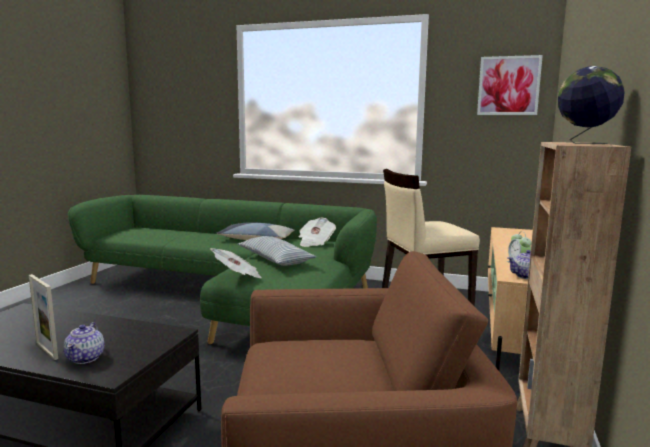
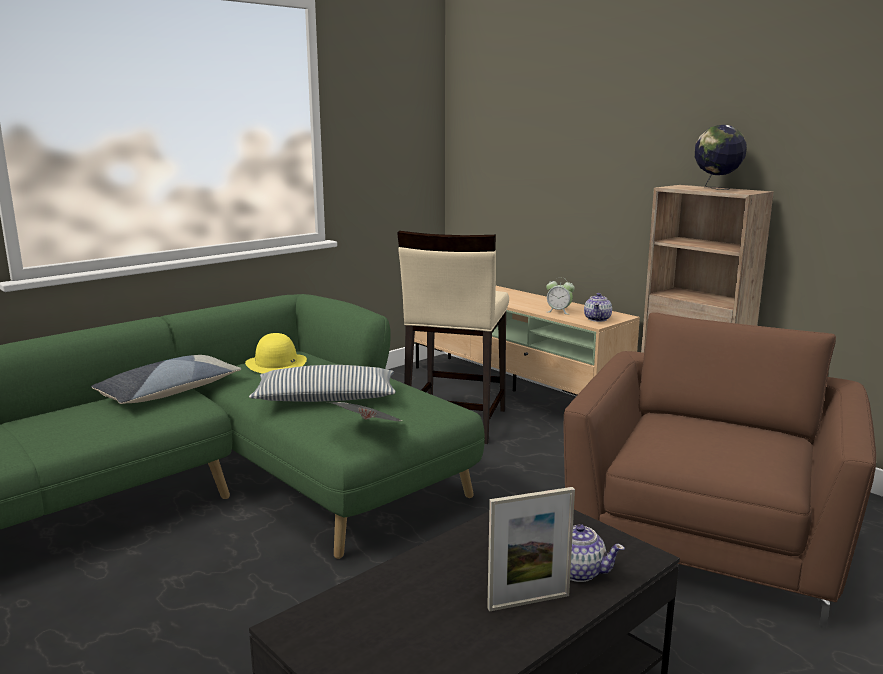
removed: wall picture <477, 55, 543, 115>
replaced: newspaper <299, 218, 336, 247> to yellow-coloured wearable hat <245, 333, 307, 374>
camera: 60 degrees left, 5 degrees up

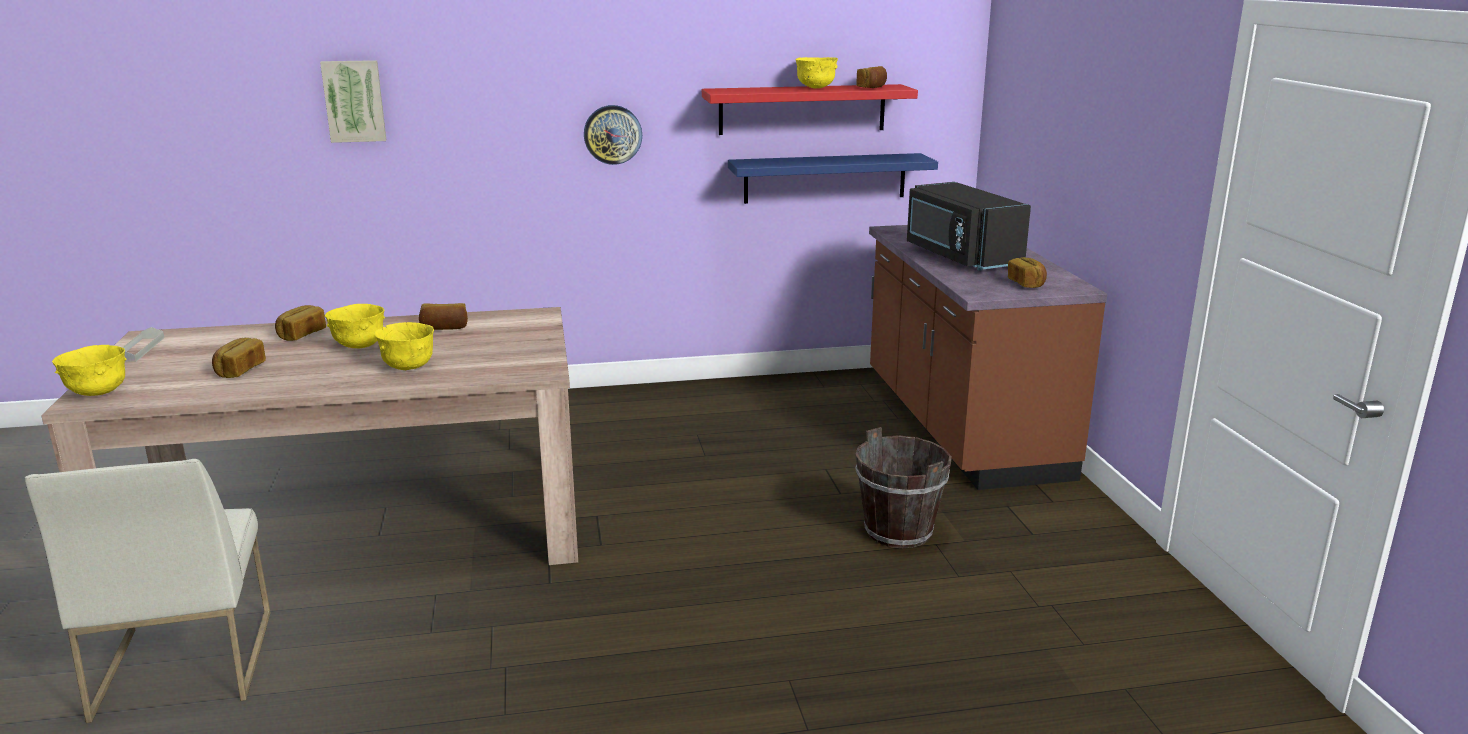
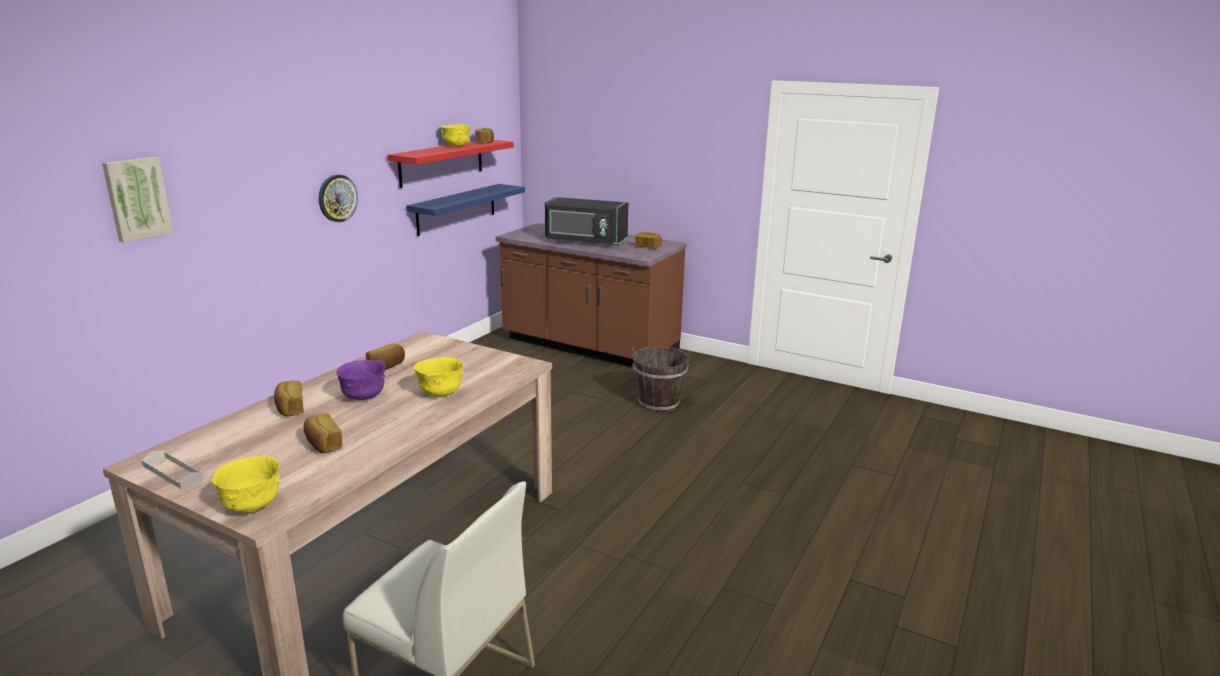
recoloured: yellow-coloured bowl <325, 304, 385, 349> to purplish bowl <336, 360, 386, 400>
camera: 50 degrees left, 0 degrees up

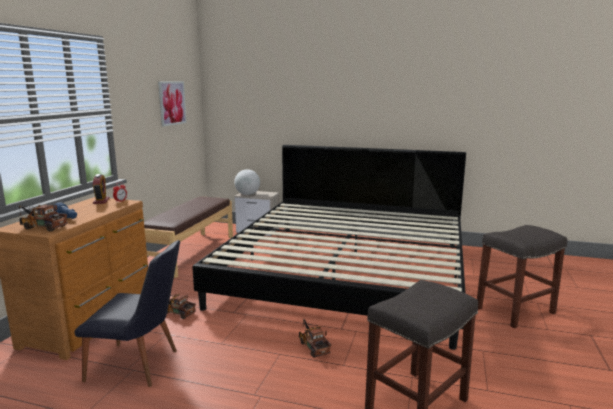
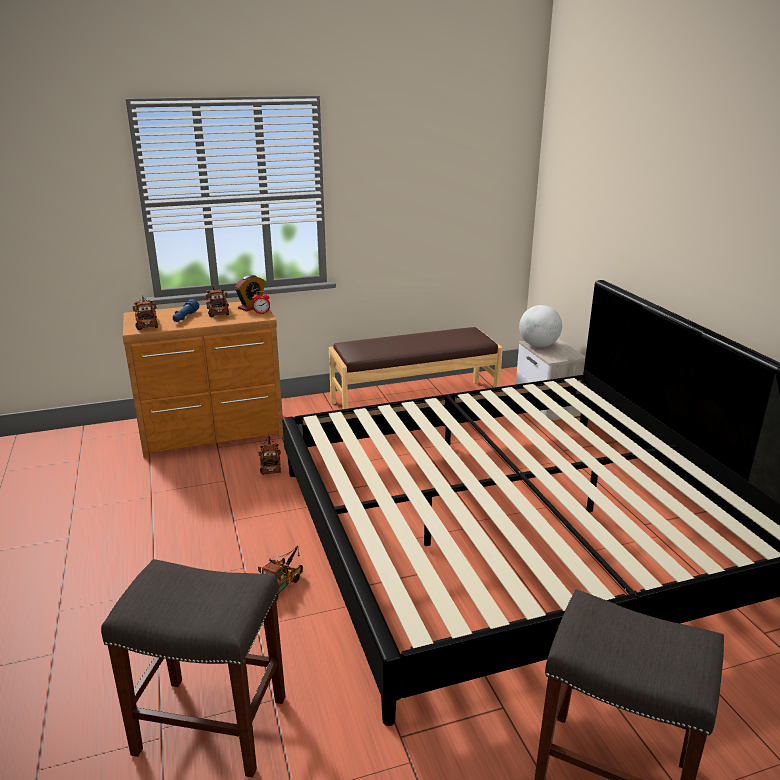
removed: blackish plain chair <75, 240, 180, 387>; wall picture <158, 82, 187, 126>
added: toy truck <206, 284, 229, 317>
camera: 55 degrees right, 10 degrees up

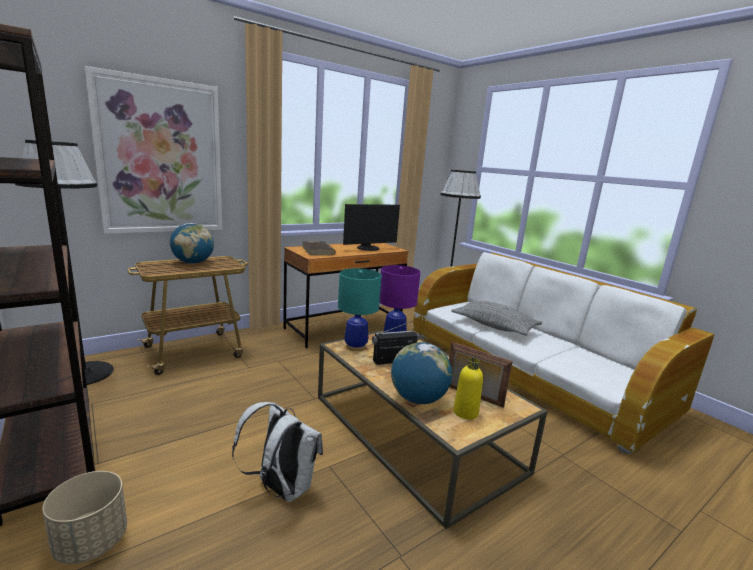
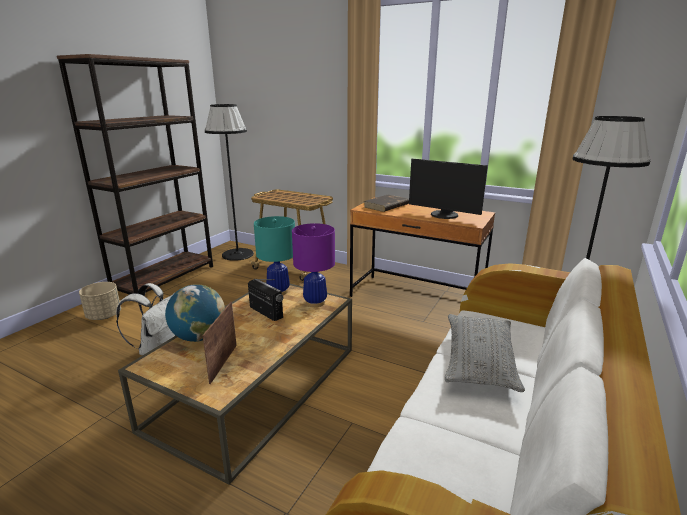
removed: wall picture <84, 66, 222, 234>; world globe <170, 223, 214, 264>; yellow-coloured beverage bottle <453, 358, 483, 420>
camera: 65 degrees right, 5 degrees up

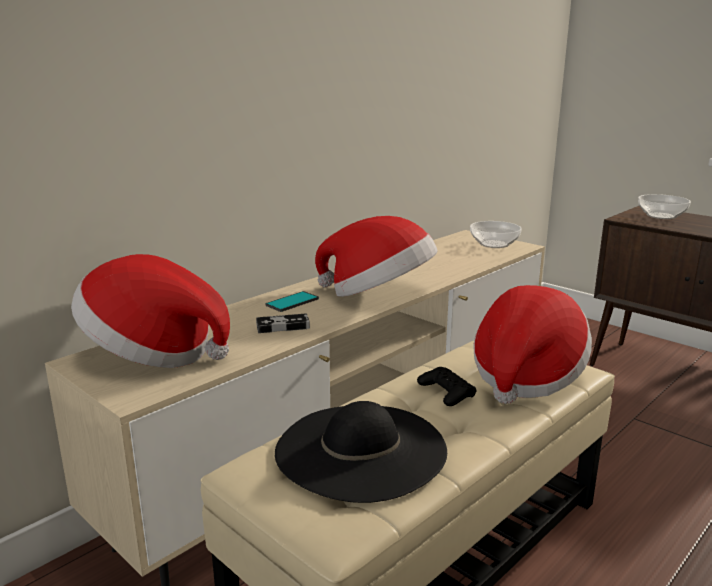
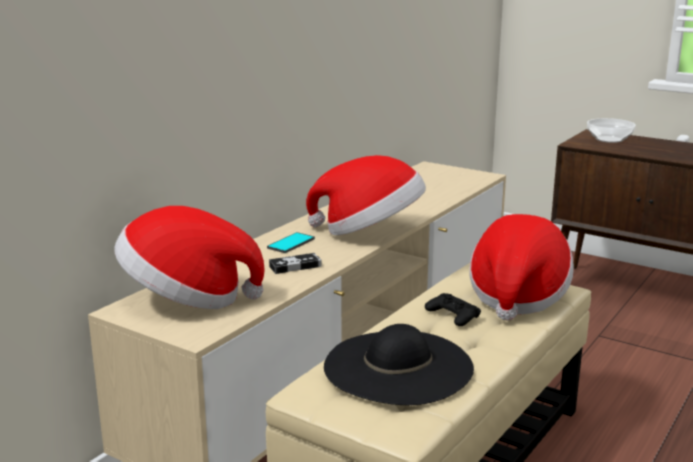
removed: bowl <470, 221, 522, 248>
camera: 10 degrees left, 0 degrees up

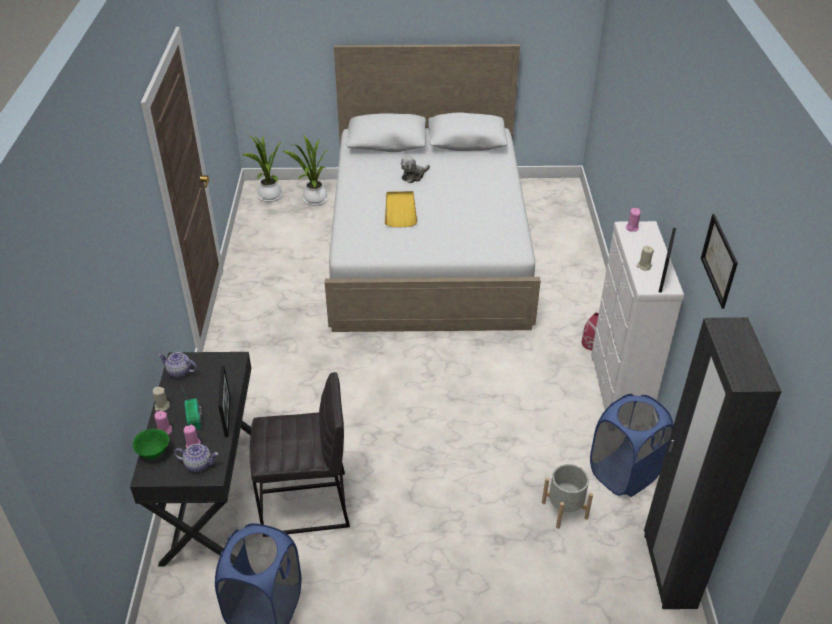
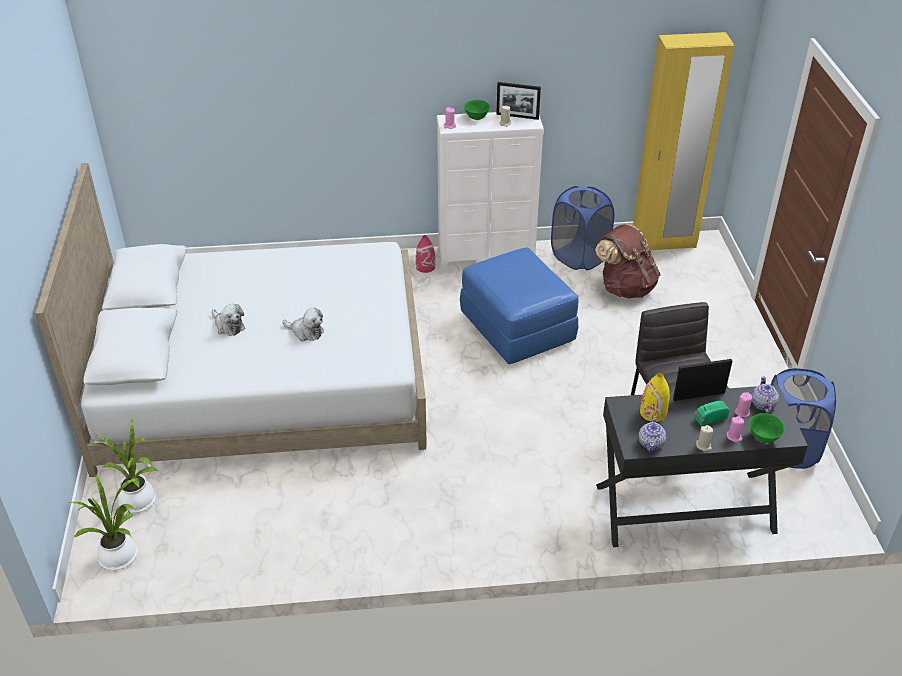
removed: wall picture <701, 214, 738, 309>
added: bluish pouffe <460, 247, 578, 364>; green-coloured bowl <464, 100, 490, 120>; yellow-coloured decorative vase <640, 373, 670, 422>
replaced: yellow-coloured tray <385, 191, 417, 227> to soft toy <282, 308, 324, 342>; greyish plant pot <542, 464, 593, 529> to brown-coloured knapsack <595, 223, 660, 298>
recoloured: blackish clothes cupboard <644, 317, 782, 609> to yellow-coloured clothes cupboard <633, 32, 734, 250>
camera: 95 degrees left, 0 degrees up

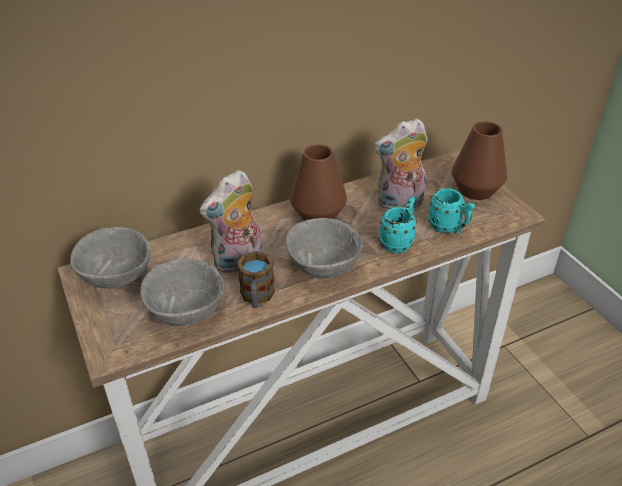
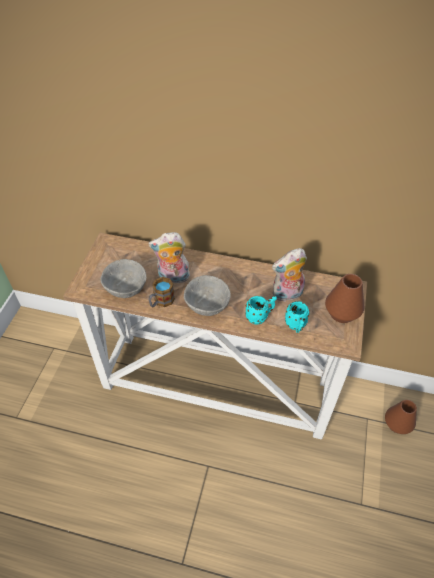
removed: greyish bowl <70, 227, 151, 289>
moved: brown-coloured decorative vase <290, 144, 347, 221> to <385, 400, 417, 434>
turned: soft toy <374, 118, 428, 210> = <272, 248, 307, 302> 45 degrees counterclockwise
camera: 40 degrees right, 10 degrees up

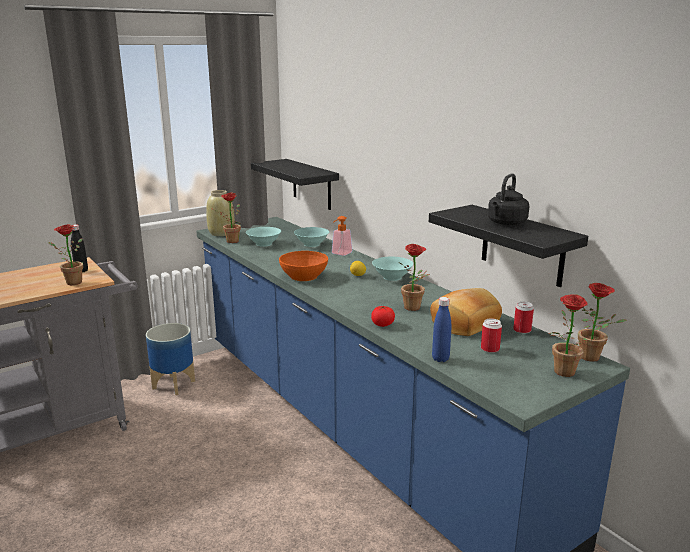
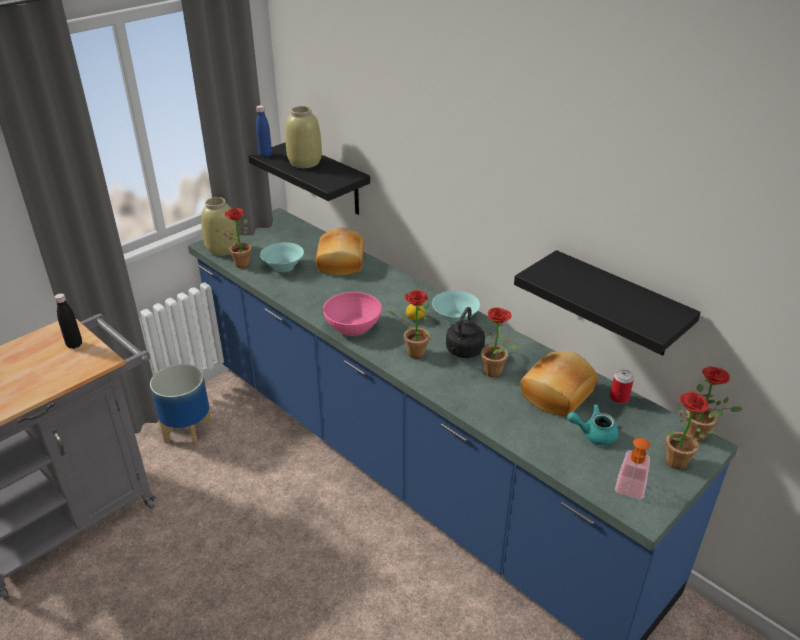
removed: whole tomato <371, 306, 395, 327>
added: beige decorative vase <285, 106, 322, 168>
moved: houseplant <48, 224, 83, 285> to <388, 290, 433, 359>; soap bottle <332, 216, 352, 256> to <615, 438, 650, 500>; bluish beverage bottle <432, 297, 451, 362> to <256, 105, 272, 157>; blackish water kettle <488, 173, 529, 225> to <446, 307, 485, 358>
replaced: turquoise bowl <294, 227, 329, 247> to bread <316, 228, 364, 276>; can <481, 318, 502, 353> to turquoise tea pot <567, 404, 619, 446>
recoloured: orange-coloured bowl <279, 251, 328, 281> to pink bowl <323, 292, 382, 336>
camera: 10 degrees left, 15 degrees up

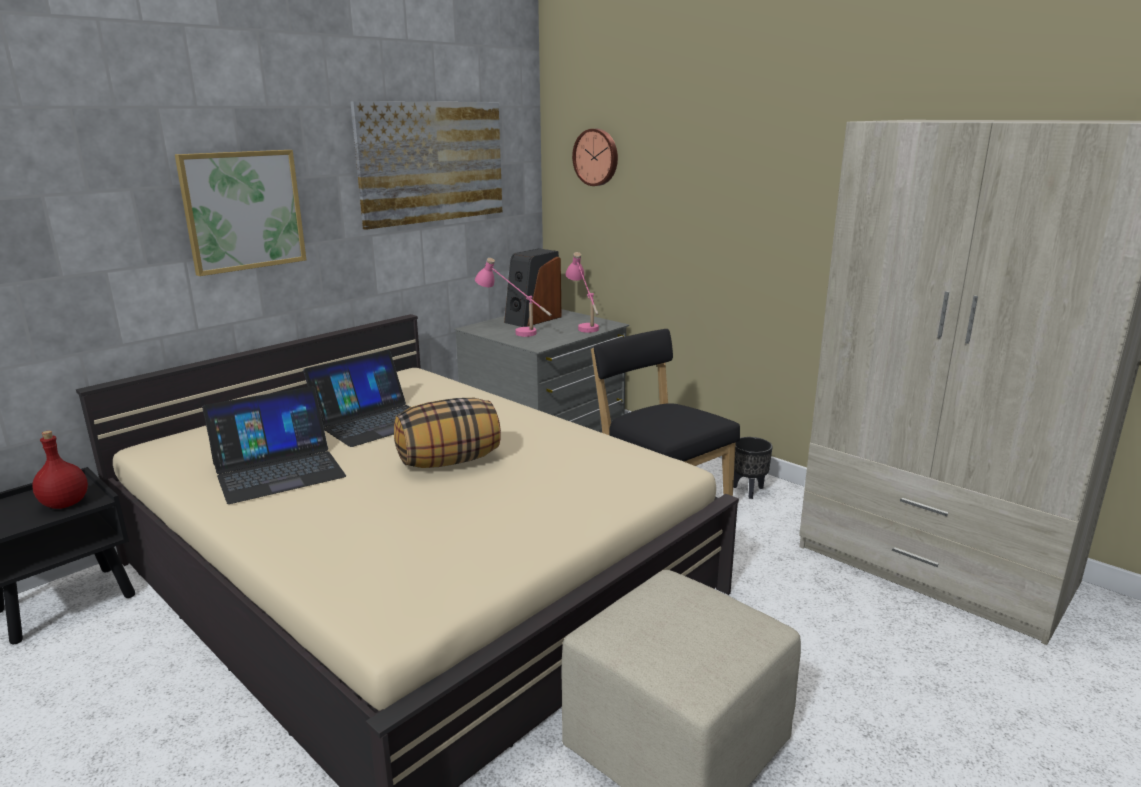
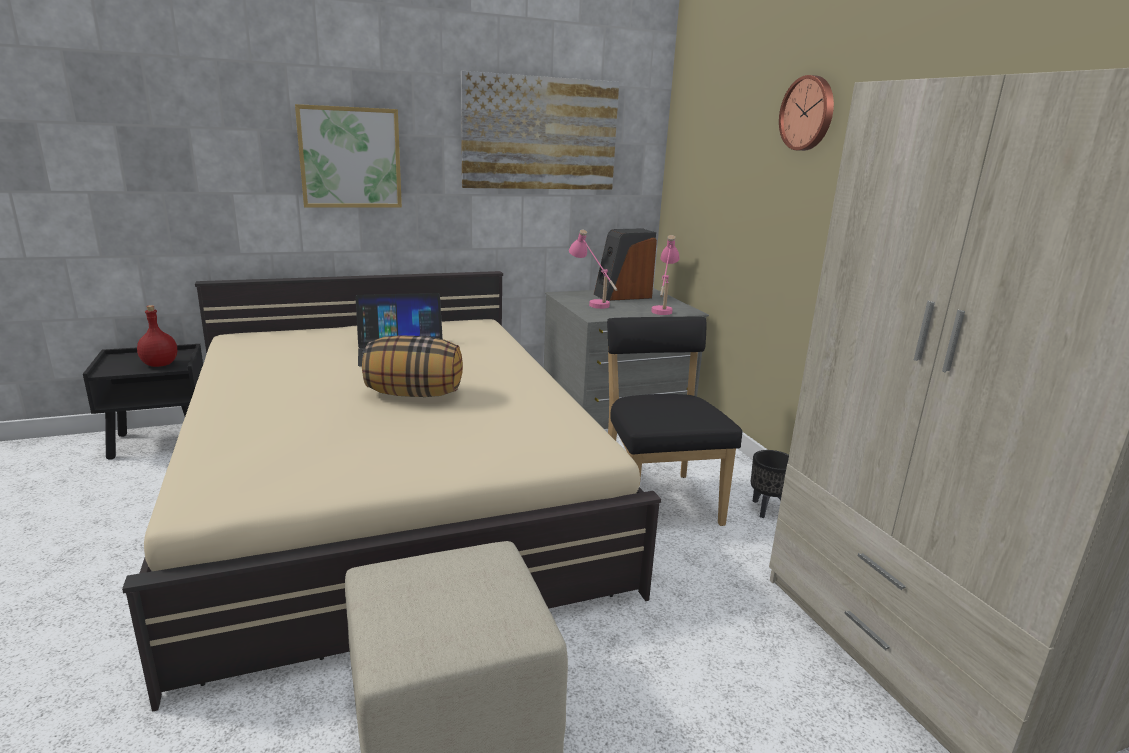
removed: notebook computer <203, 386, 346, 504>
moved: wall clock <572, 129, 618, 186> to <779, 75, 834, 151>
camera: 25 degrees right, 0 degrees up

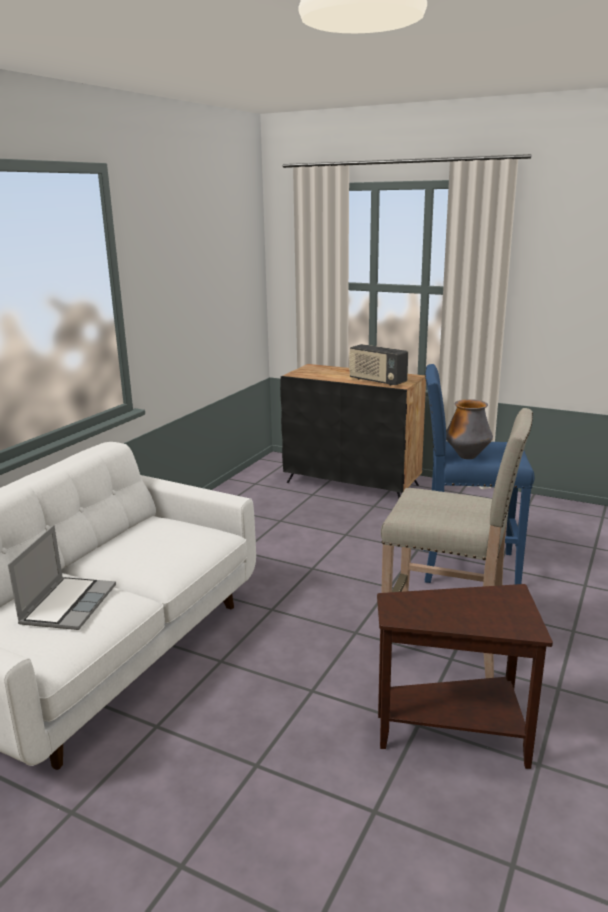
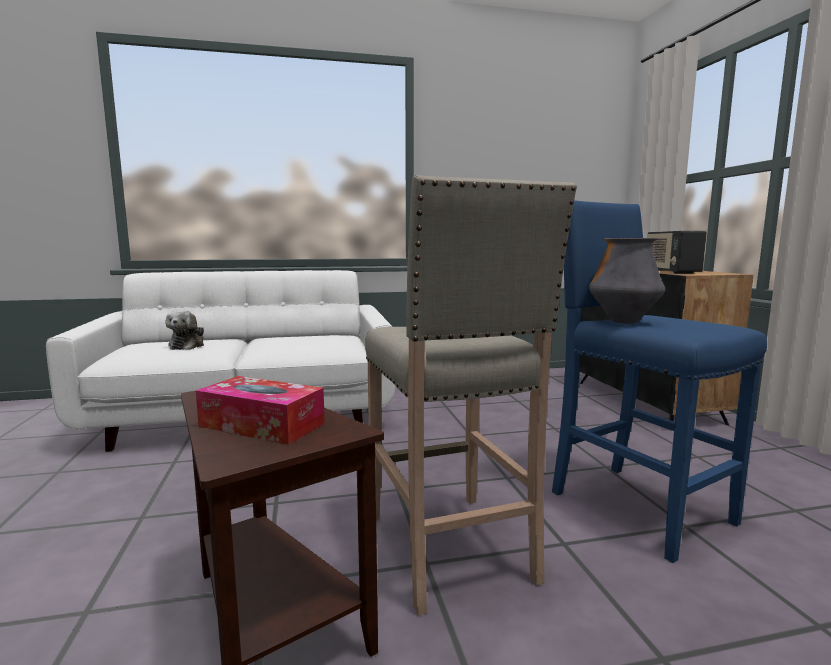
added: tissue box <196, 376, 325, 445>
replaced: notebook computer <8, 525, 116, 630> to soft toy <166, 310, 204, 350>
camera: 50 degrees right, 10 degrees down

